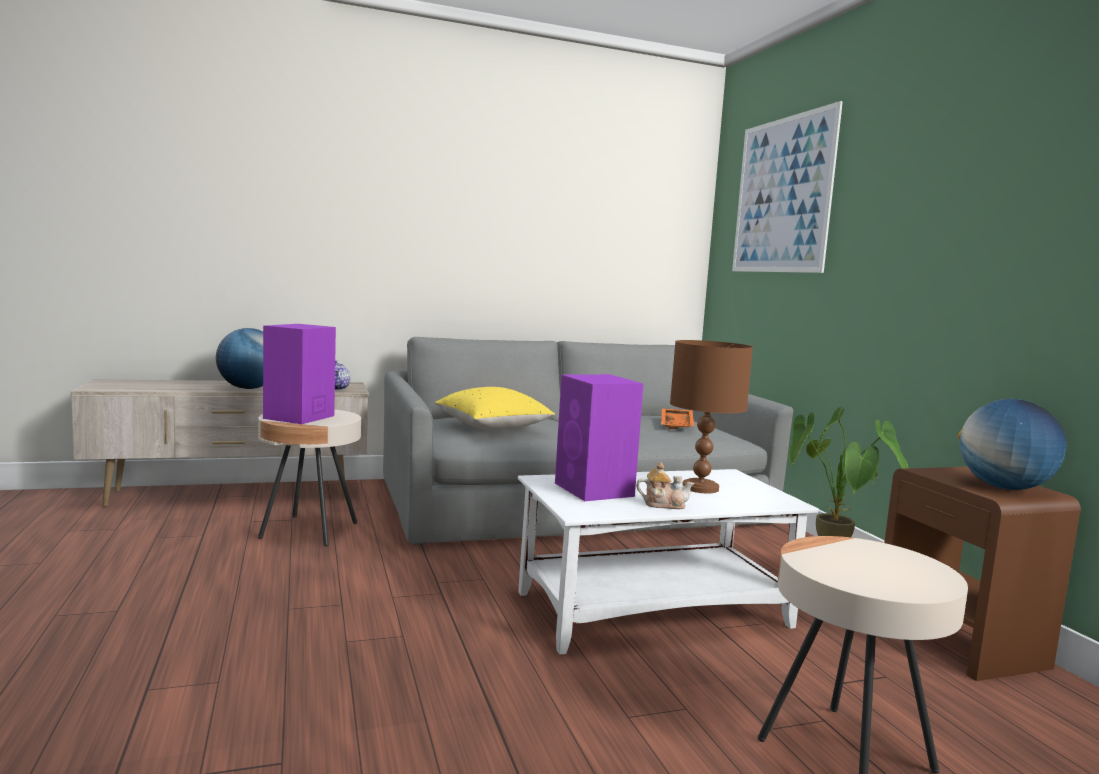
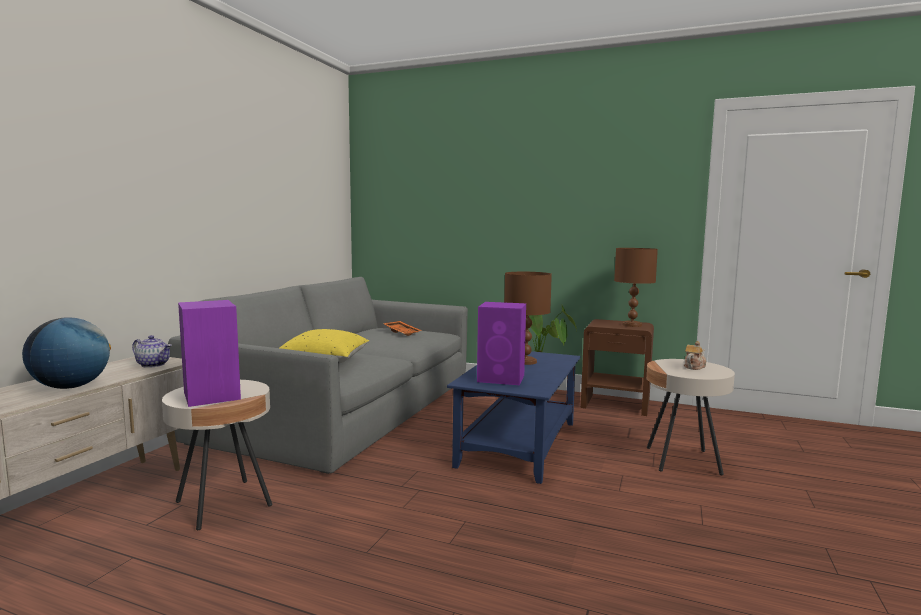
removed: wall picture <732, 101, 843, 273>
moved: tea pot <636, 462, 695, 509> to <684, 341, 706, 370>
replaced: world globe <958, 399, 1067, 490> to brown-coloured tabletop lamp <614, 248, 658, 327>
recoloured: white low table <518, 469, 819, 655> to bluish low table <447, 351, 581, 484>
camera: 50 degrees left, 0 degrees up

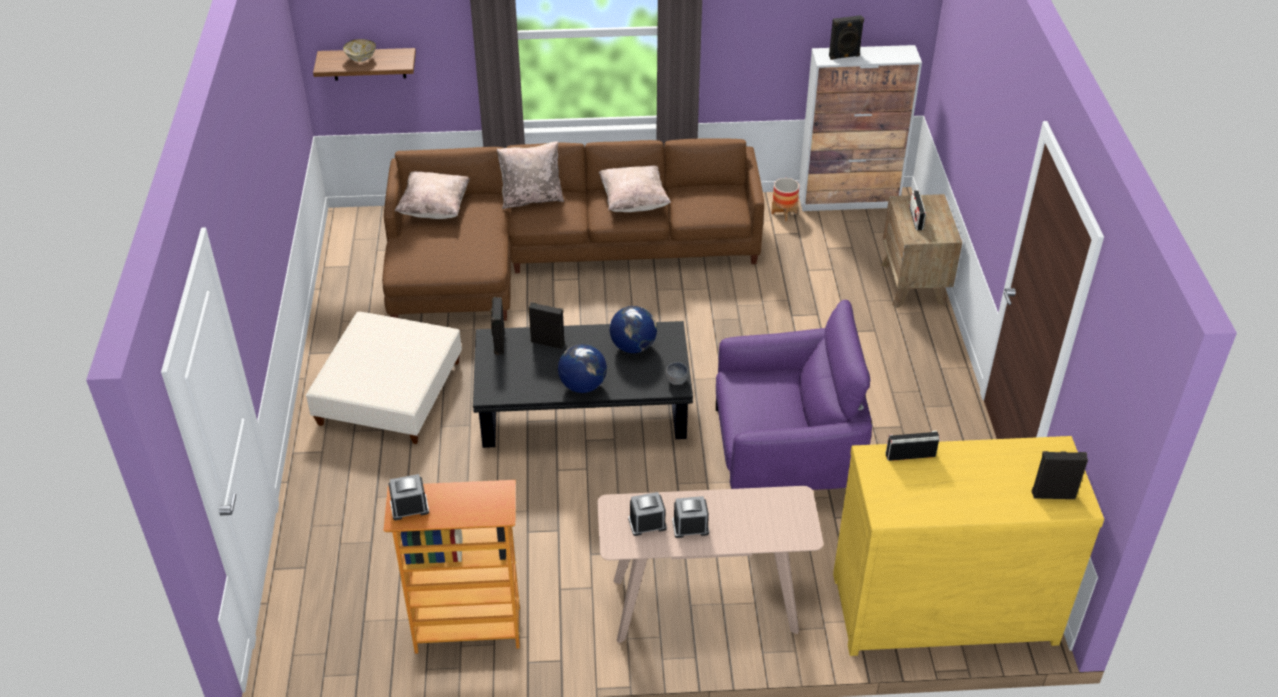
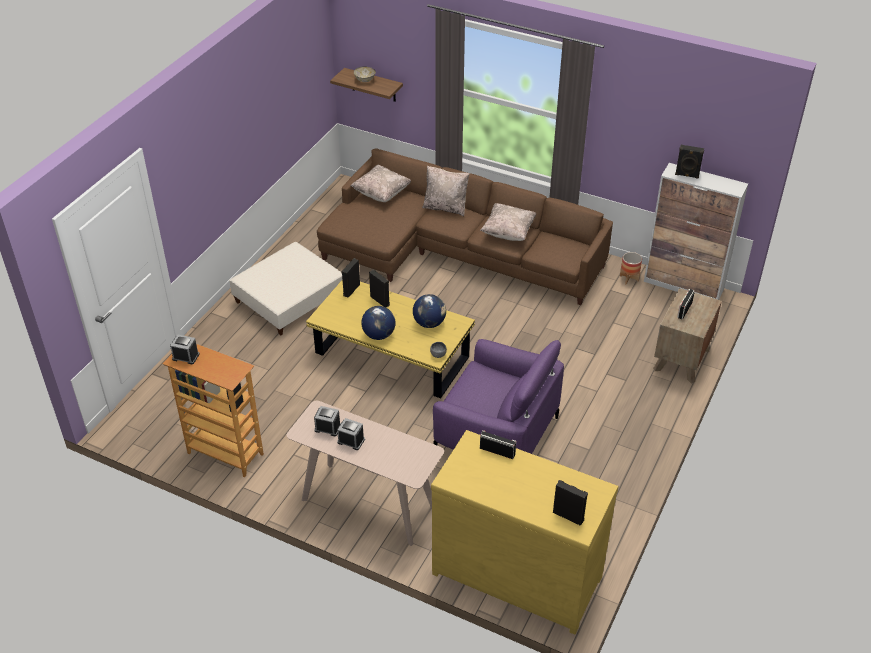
recoloured: blackish low table <473, 321, 693, 448> to yellow-coloured low table <306, 280, 475, 398>
camera: 30 degrees right, 0 degrees up

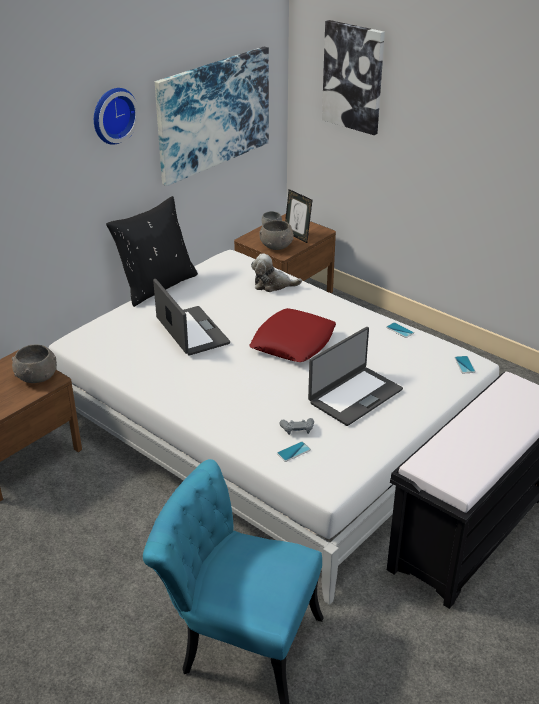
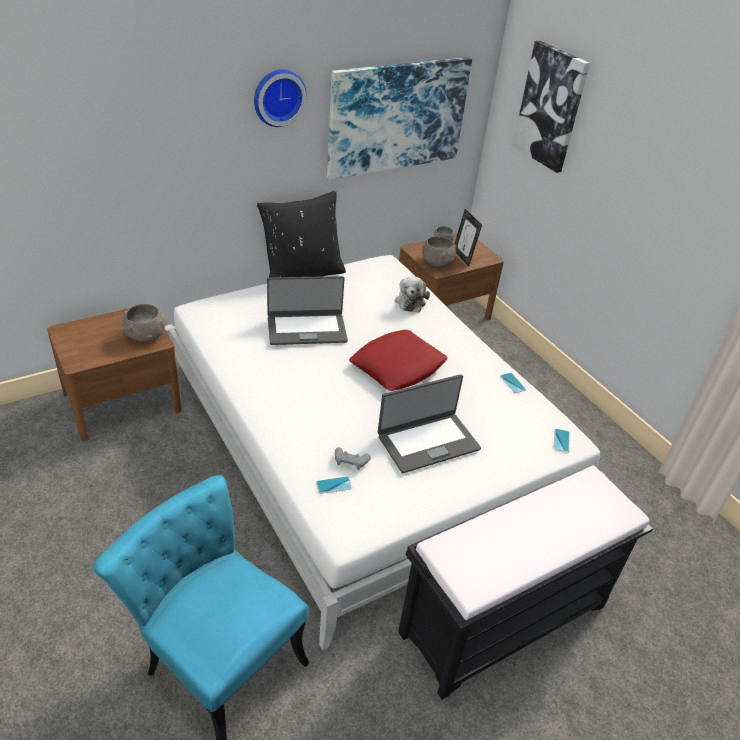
turned: notebook computer <153, 279, 230, 356> = <267, 276, 348, 345> 90 degrees clockwise; soft toy <251, 253, 302, 292> = <395, 276, 430, 312> 105 degrees counterclockwise
camera: 15 degrees right, 5 degrees up

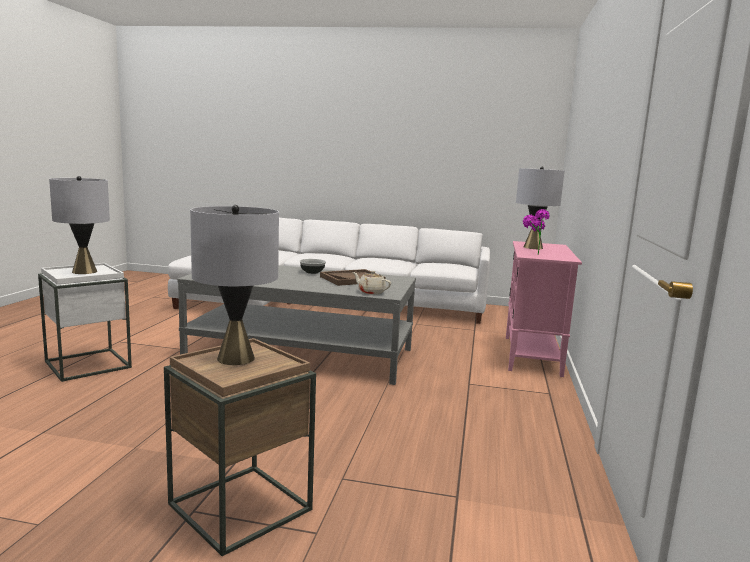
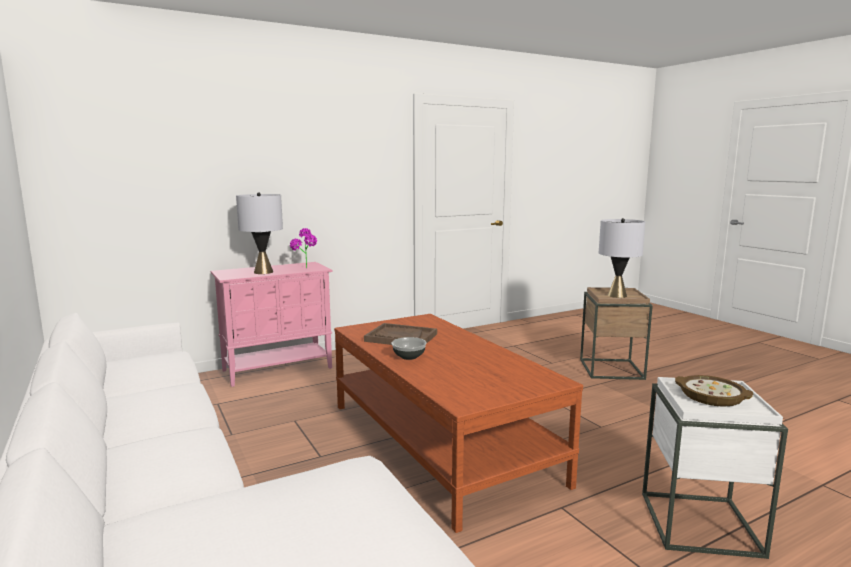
removed: beige tea pot <353, 271, 391, 295>
replaced: greyish tabletop lamp <49, 176, 110, 274> to bowl <675, 375, 753, 407>
recoloured: greyish low table <178, 265, 416, 385> to brown-coloured low table <334, 314, 583, 533>
camera: 130 degrees left, 0 degrees up

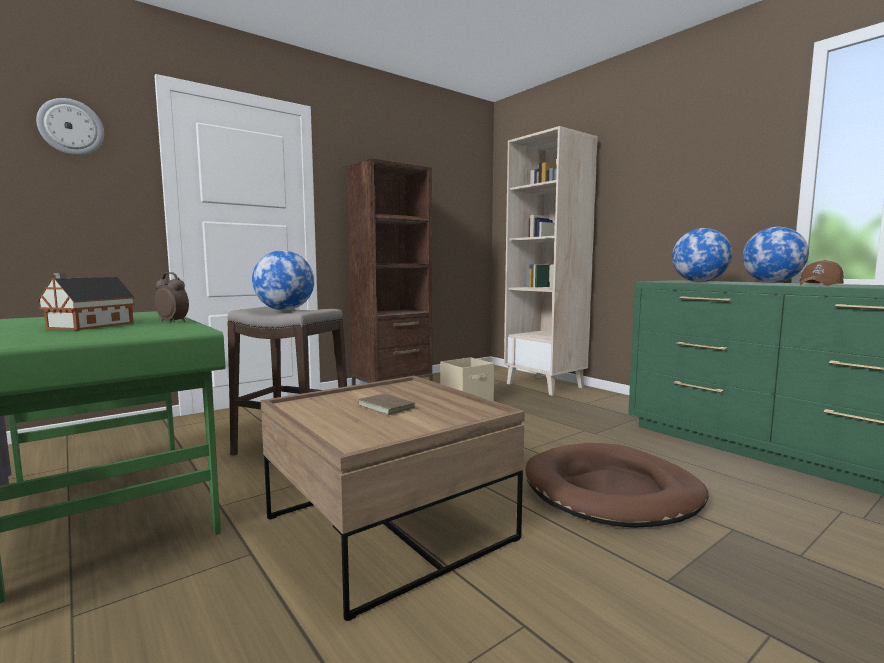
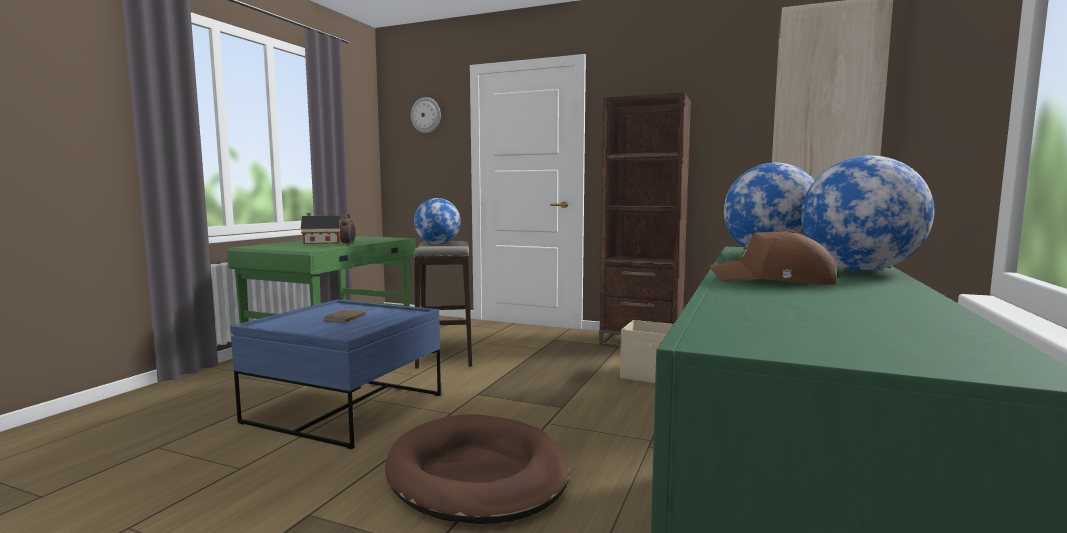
recoloured: brown-coloured low table <261, 376, 525, 621> to bluish low table <230, 300, 441, 449>
camera: 60 degrees right, 0 degrees up

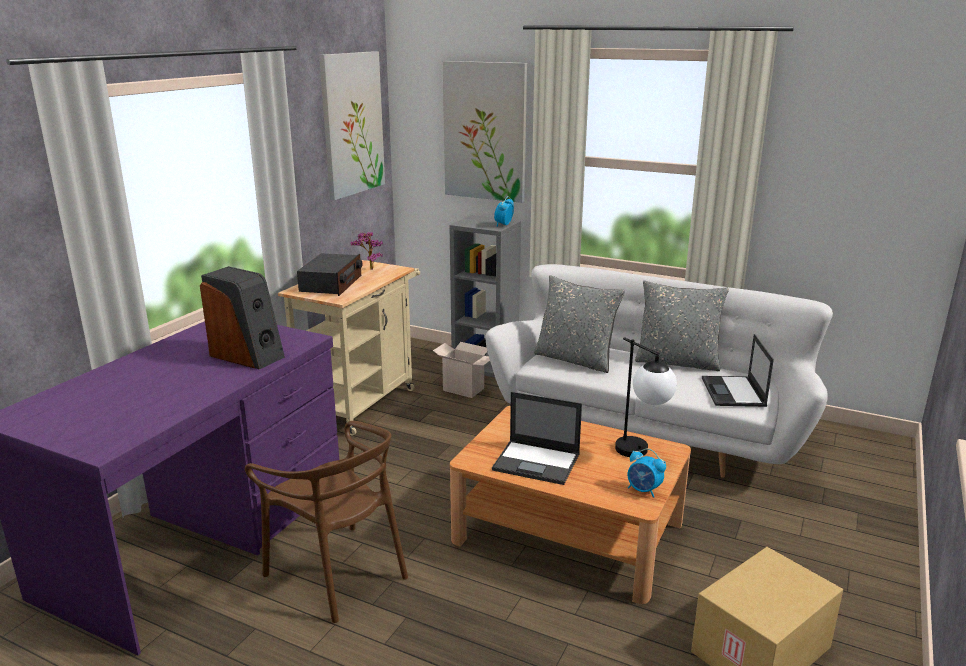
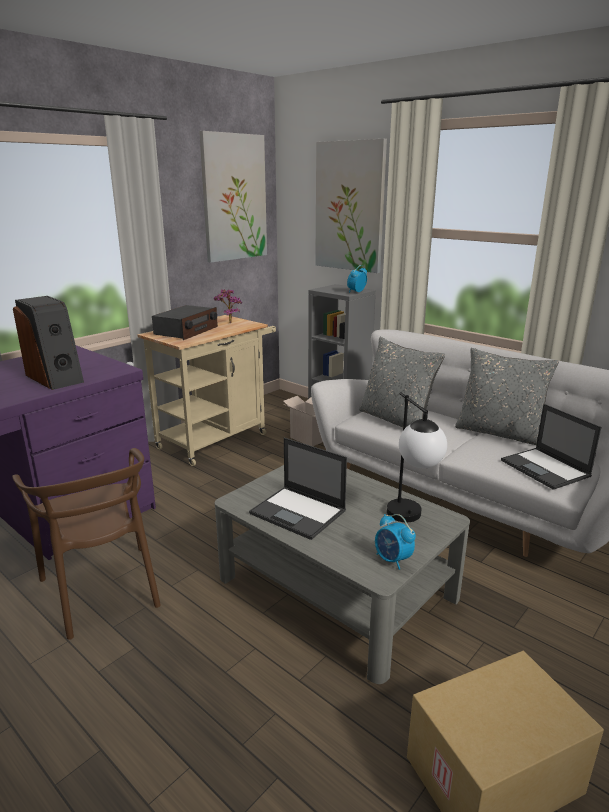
recoloured: brown-coloured low table <450, 406, 691, 604> to greyish low table <215, 465, 470, 684>
turned: notebook computer <702, 334, 774, 407> = <501, 404, 601, 490> 45 degrees counterclockwise
camera: 15 degrees right, 0 degrees up

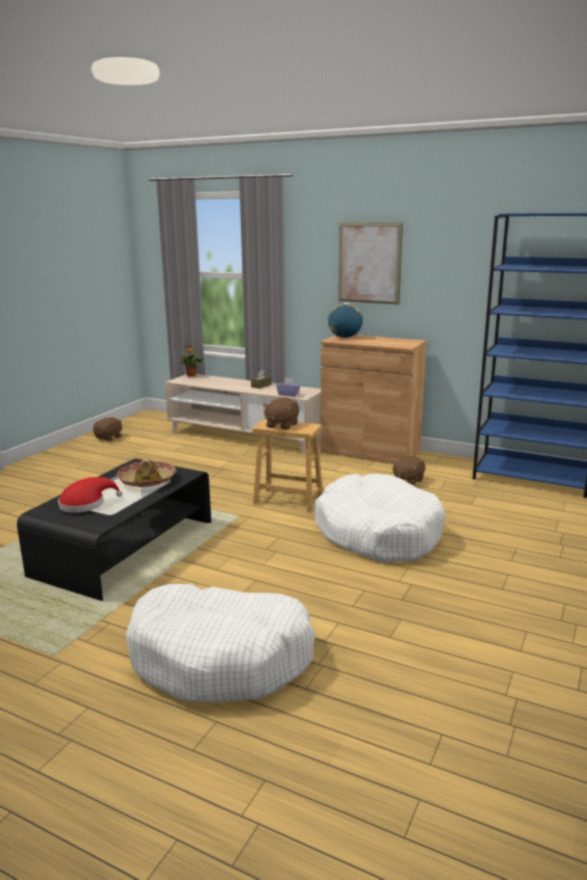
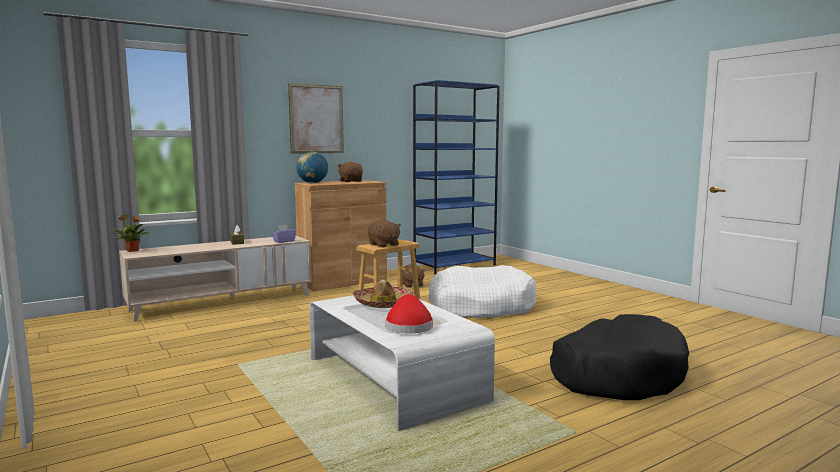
moved: brown-coloured soft toy <93, 417, 122, 441> to <337, 162, 363, 182>
recoloured: blackish low table <17, 459, 211, 601> to white low table <309, 295, 495, 431>; white dog bed <126, 584, 315, 702> to blackish dog bed <550, 314, 689, 400>
camera: 60 degrees left, 10 degrees down

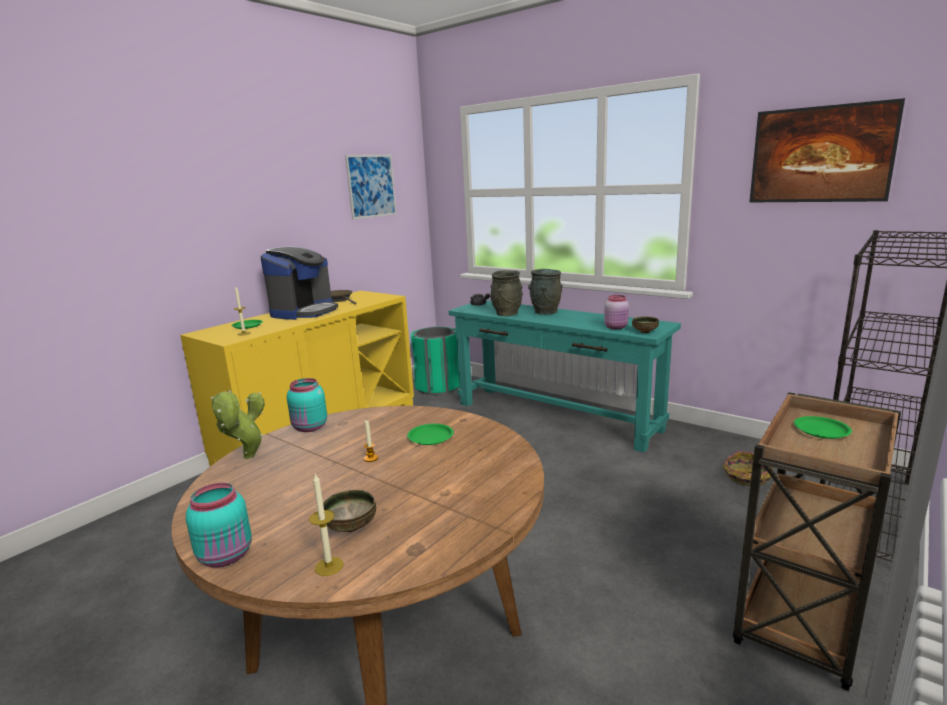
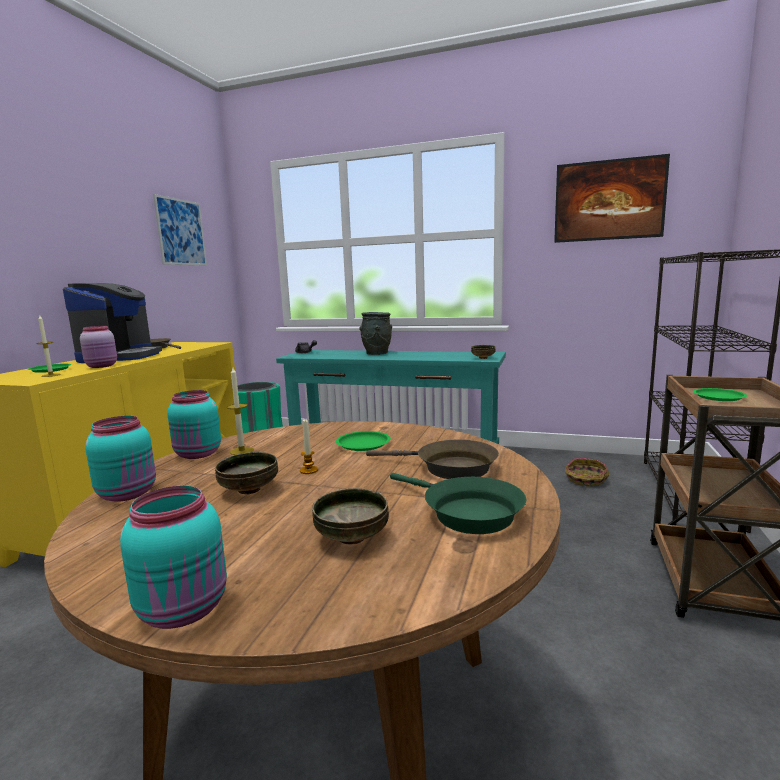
removed: greyish decorative vase <491, 270, 523, 316>
added: bowl <215, 452, 278, 494>; brown-coloured frying pan <366, 440, 499, 479>; green-coloured frying pan <390, 473, 526, 534>
moved: wax light <309, 473, 343, 576> to <227, 368, 254, 455>; pink storage jar <604, 295, 629, 329> to <80, 326, 117, 368>
replaced: houseplant <211, 390, 265, 459> to turquoise storage jar <85, 416, 156, 502>
camera: 20 degrees left, 5 degrees down

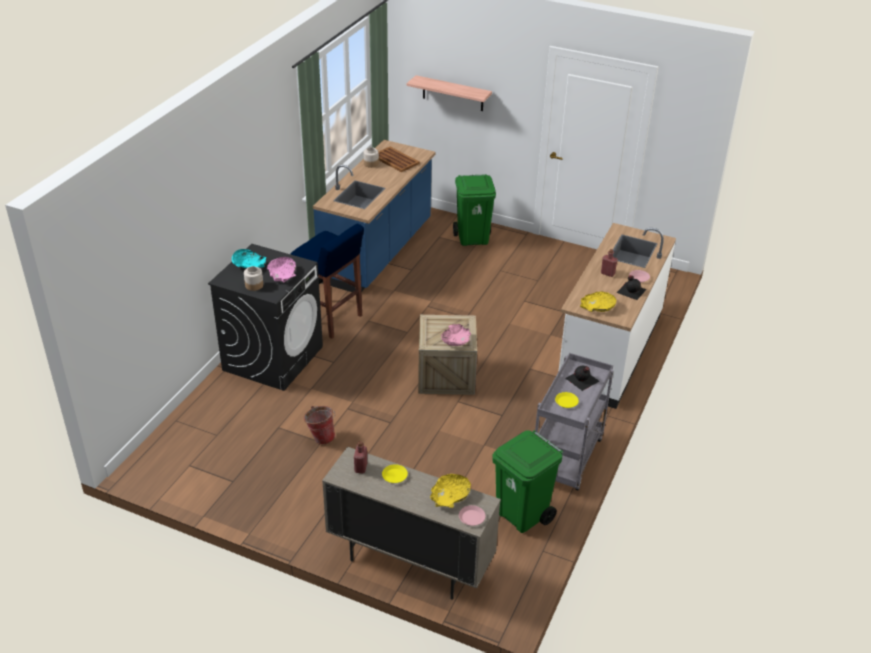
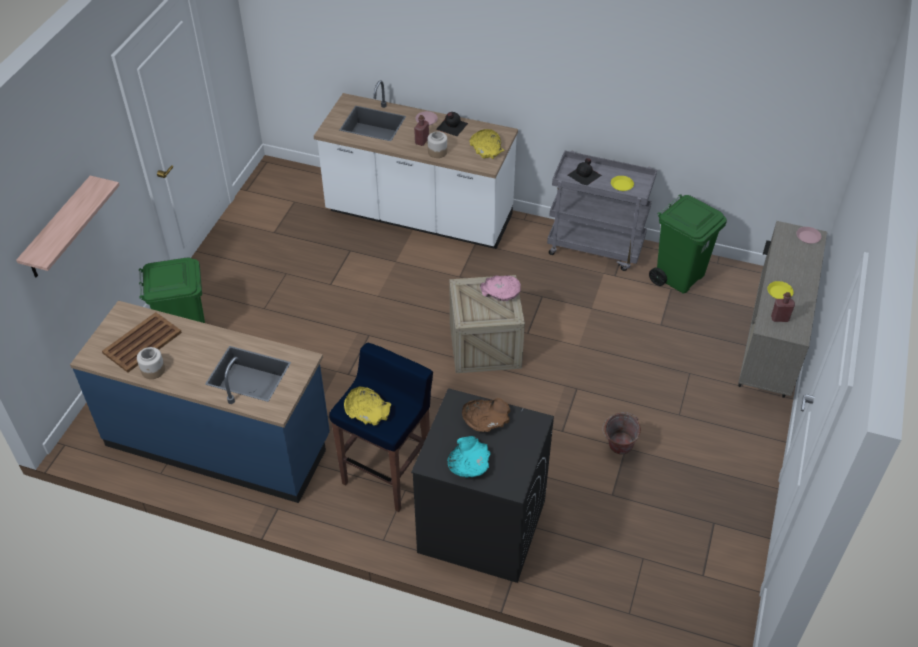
moved: storage jar <244, 266, 263, 291> to <428, 131, 447, 158>; yellow-coloured bowl <430, 474, 471, 508> to <344, 387, 391, 426>
recoloured: pink bowl <267, 257, 296, 283> to brown-coloured bowl <462, 398, 510, 432>
camera: 95 degrees left, 10 degrees up

